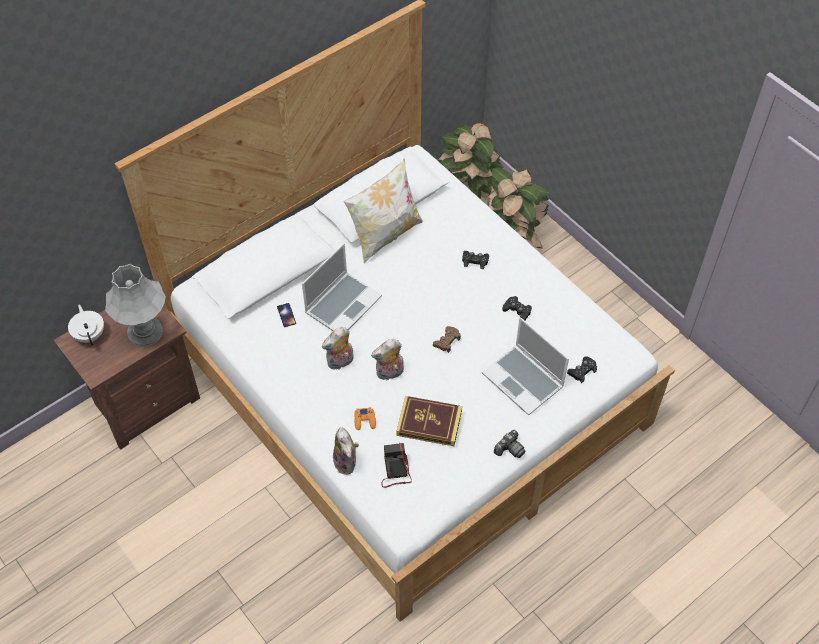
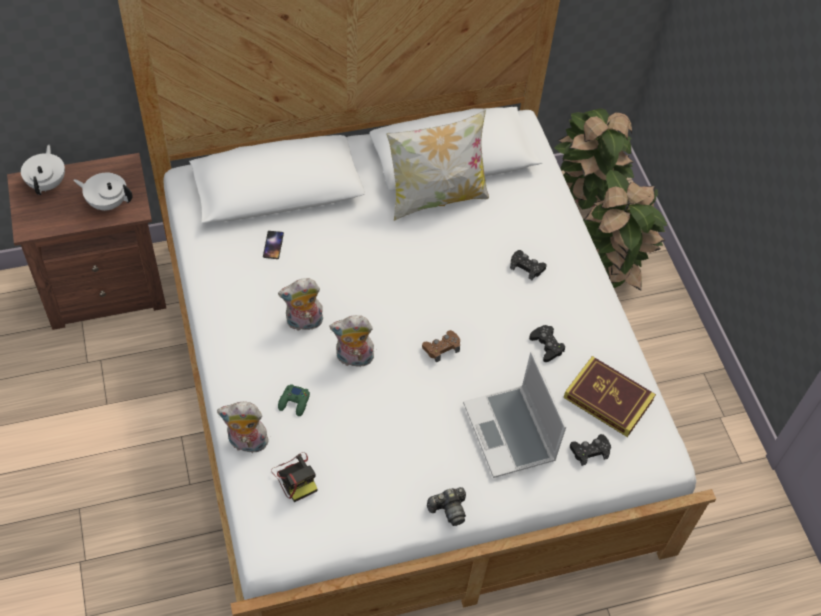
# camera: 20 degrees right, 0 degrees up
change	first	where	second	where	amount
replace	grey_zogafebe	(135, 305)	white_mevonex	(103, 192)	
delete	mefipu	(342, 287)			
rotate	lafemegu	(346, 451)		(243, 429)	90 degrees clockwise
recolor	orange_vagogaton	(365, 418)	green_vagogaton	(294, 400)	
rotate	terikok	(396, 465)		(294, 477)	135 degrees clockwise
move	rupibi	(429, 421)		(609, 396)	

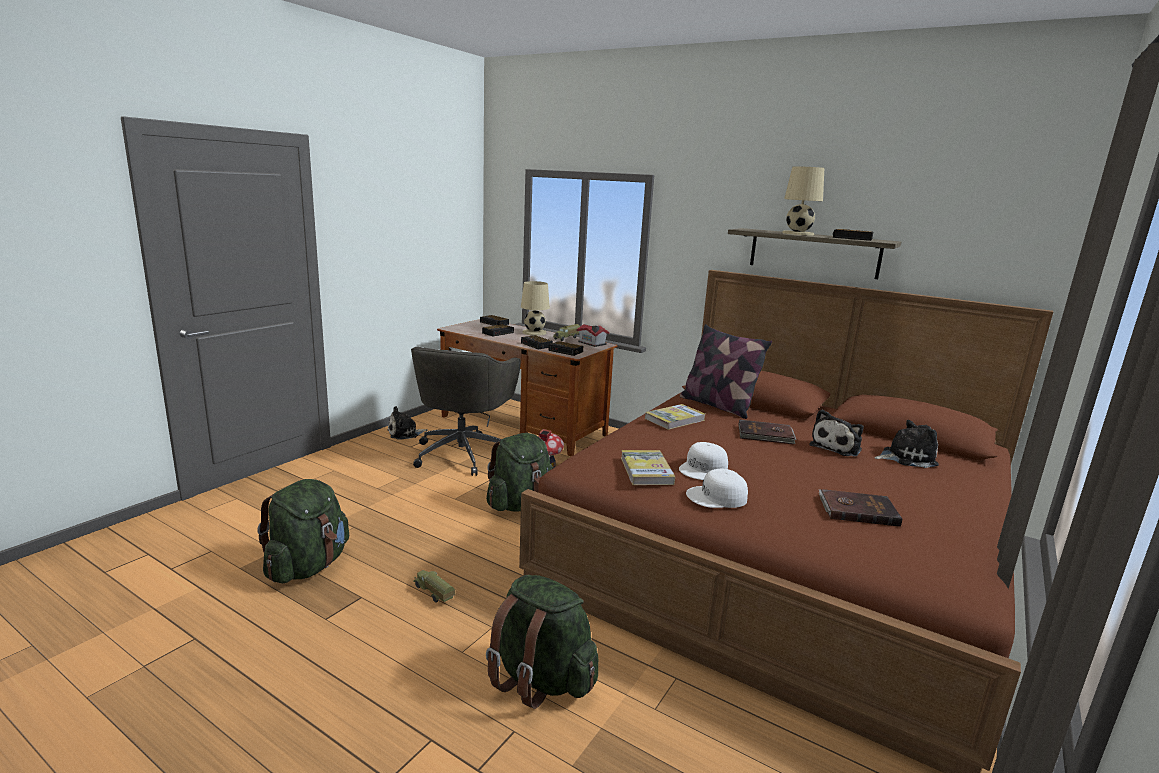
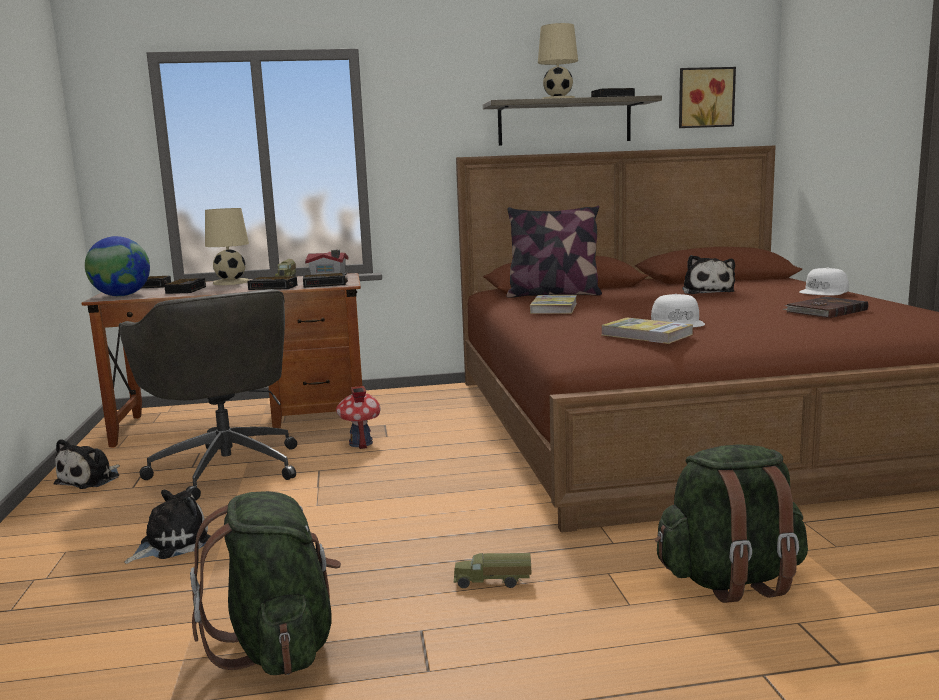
# camera: 40 degrees left, 5 degrees down
change	first	where	second	where	amount
delete	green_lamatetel	(520, 472)			
move	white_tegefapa	(717, 488)		(824, 281)	
delete	brown_rupibi	(767, 432)			
move	lafemegu	(906, 444)		(167, 527)	
insert			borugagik	(117, 266)	
insert			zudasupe	(707, 97)	

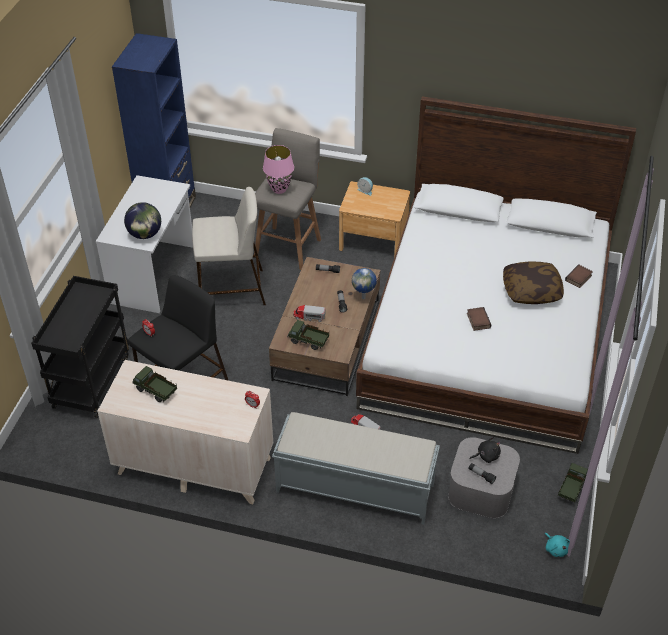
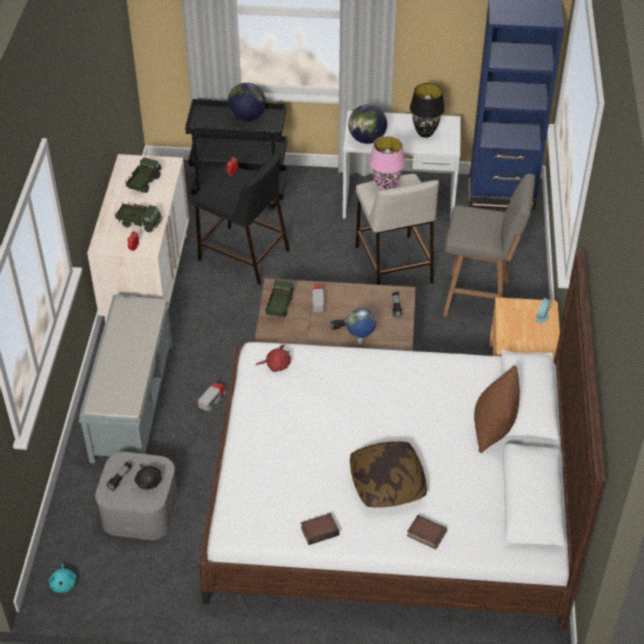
# camera: 80 degrees right, 0 degrees up
change	first	where	second	where	amount
move	pink_zogafebe	(278, 169)		(387, 163)	
move	rupibi	(479, 319)		(320, 529)	
rotate	turquoise_lafemegu	(557, 545)		(63, 578)	60 degrees counterclockwise
move	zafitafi	(573, 482)		(138, 217)	
insert			borugagik	(247, 102)	
insert			red_lafemegu	(273, 358)	
insert			black_zogafebe	(427, 110)	
insert			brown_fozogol	(497, 409)	

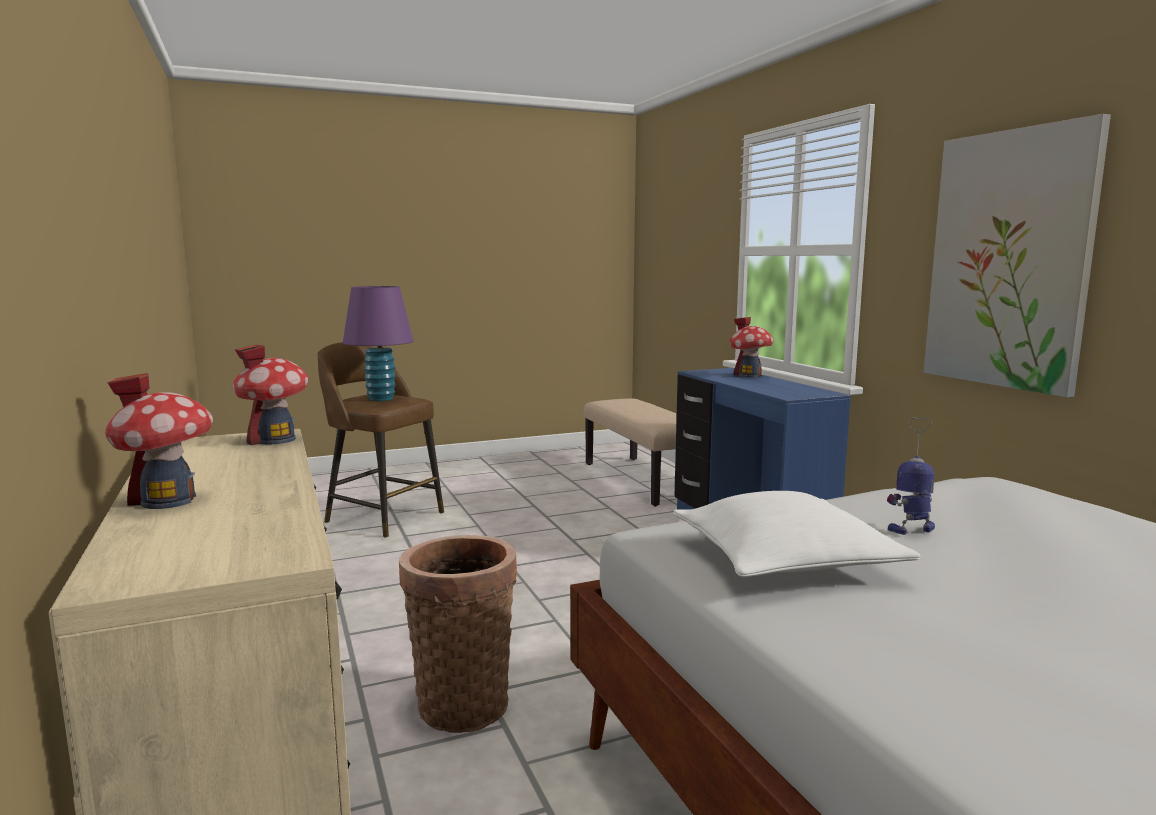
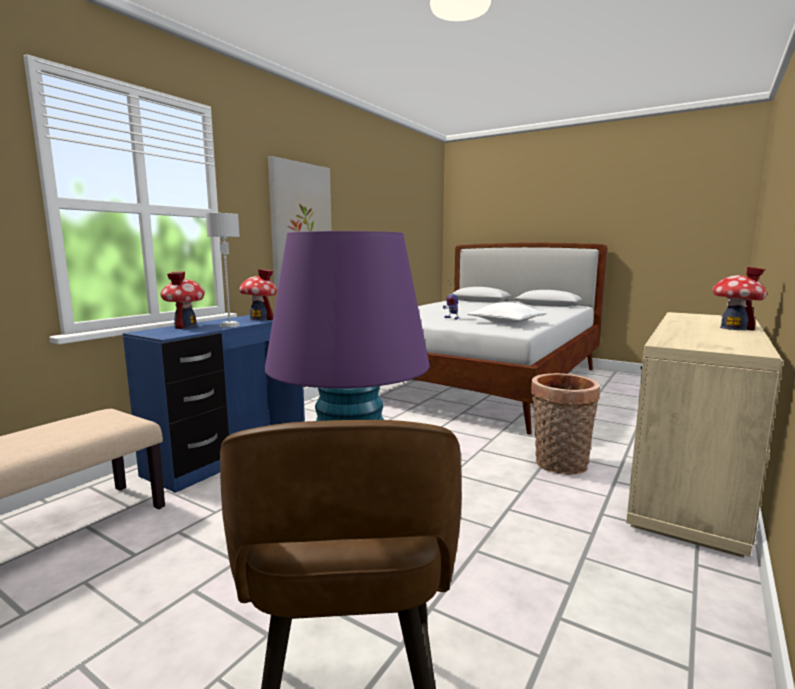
# camera: 125 degrees left, 0 degrees up
change	first	where	second	where	amount
move	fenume	(270, 394)		(258, 295)	
insert			grey_zogafebe	(222, 270)	

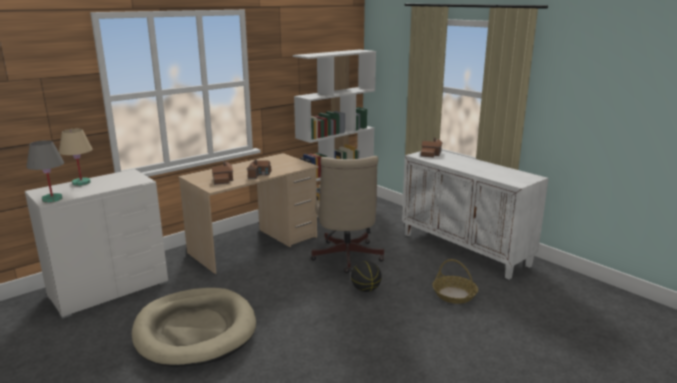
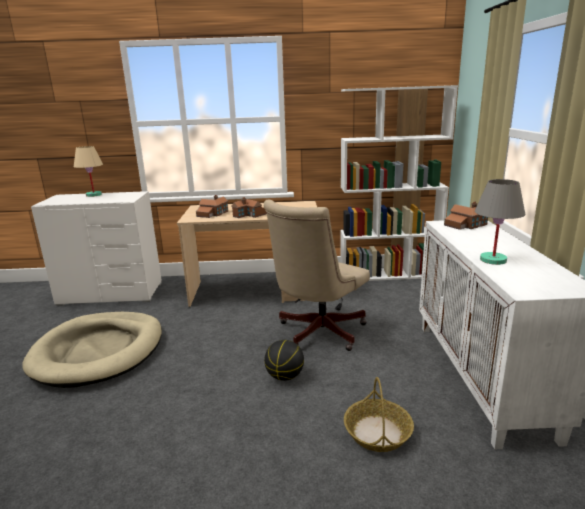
# camera: 40 degrees right, 0 degrees up
change	first	where	second	where	amount
move	grey_zogafebe	(45, 171)		(500, 222)	

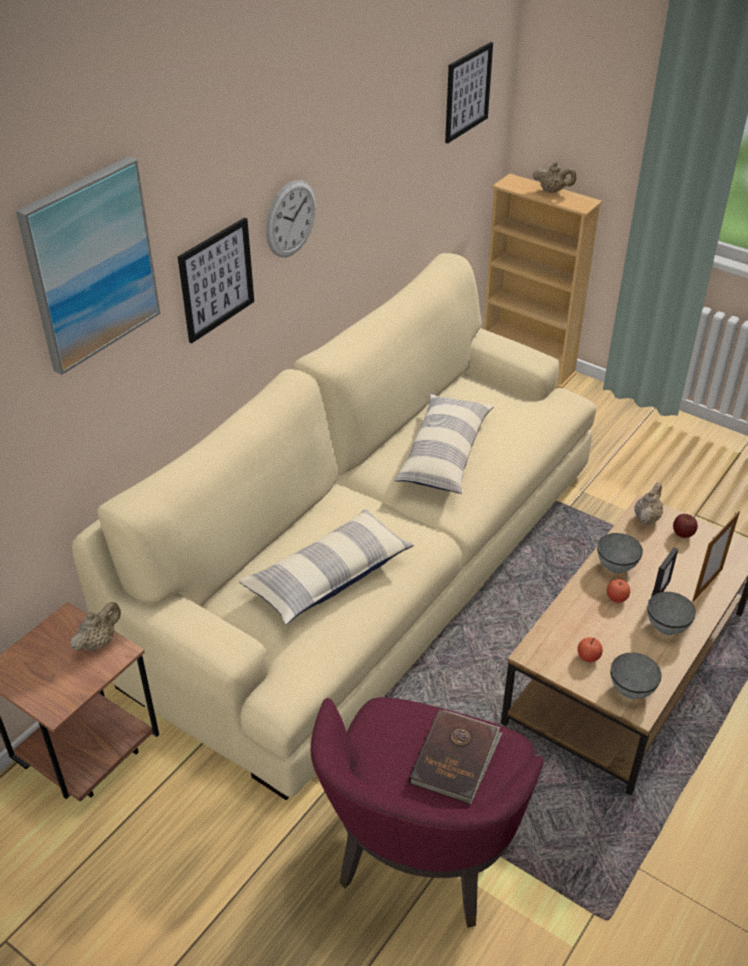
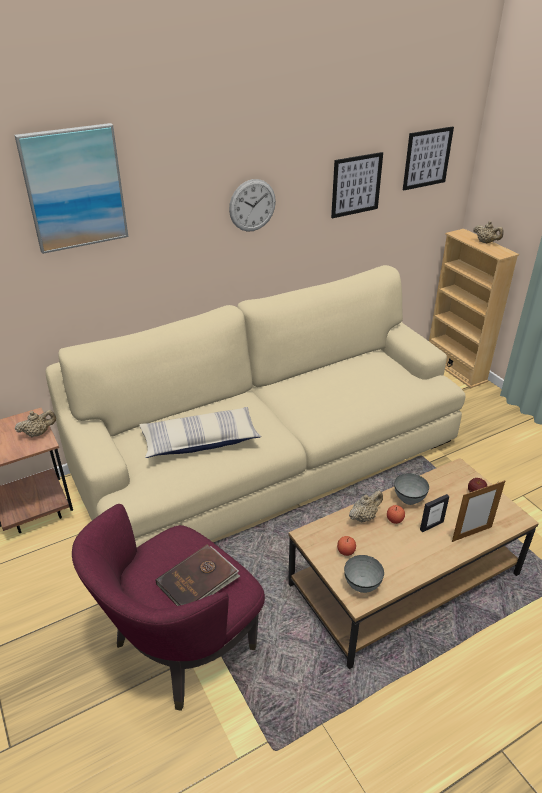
# camera: 25 degrees right, 5 degrees down
change	first	where	second	where	amount
move	zudasupe	(216, 280)		(357, 185)	
delete	fozogol	(444, 444)			
move	beige_mevonex	(649, 503)		(366, 507)	
delete	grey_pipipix	(671, 613)			

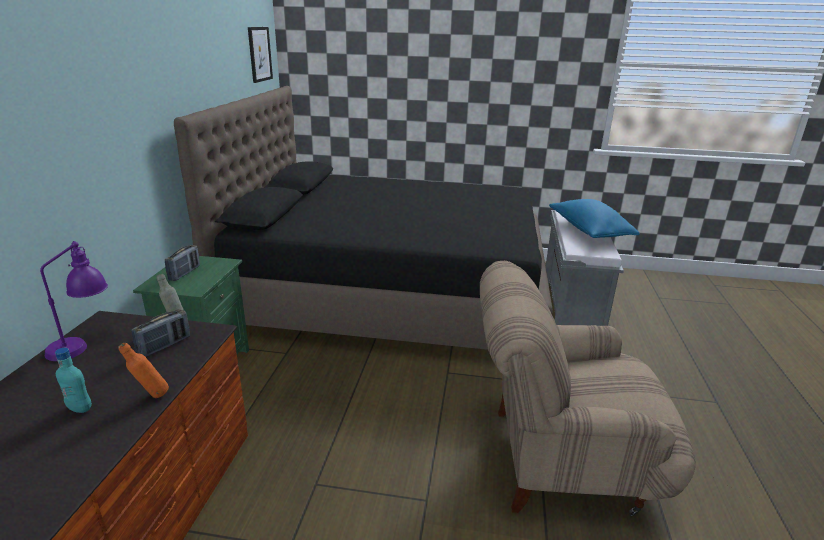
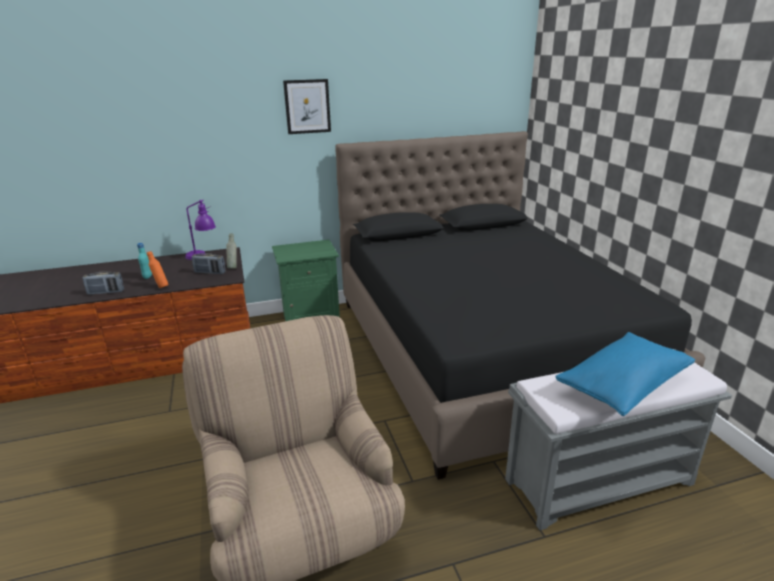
# camera: 65 degrees right, 0 degrees up
change	first	where	second	where	amount
move	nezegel	(182, 263)		(103, 283)	
move	zudasupe	(260, 55)		(307, 106)	

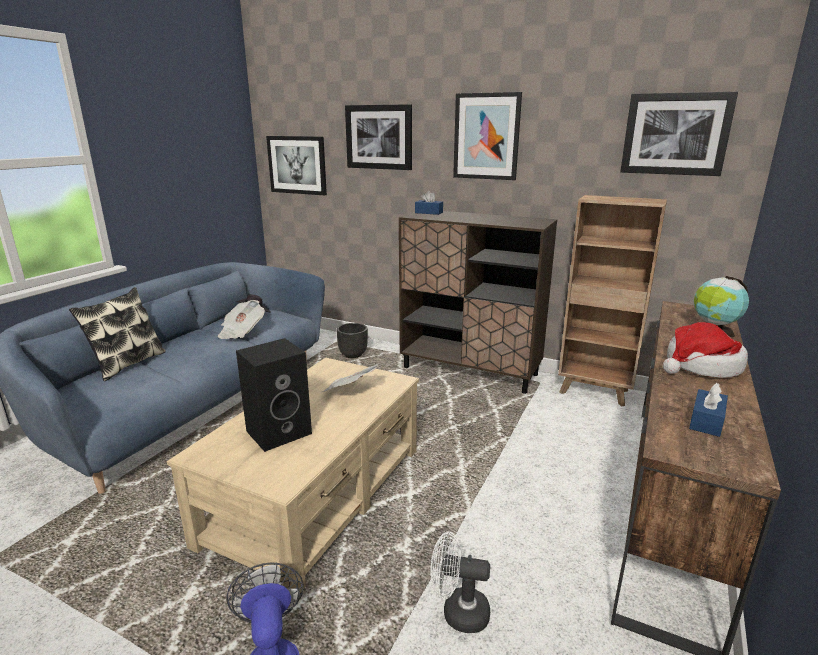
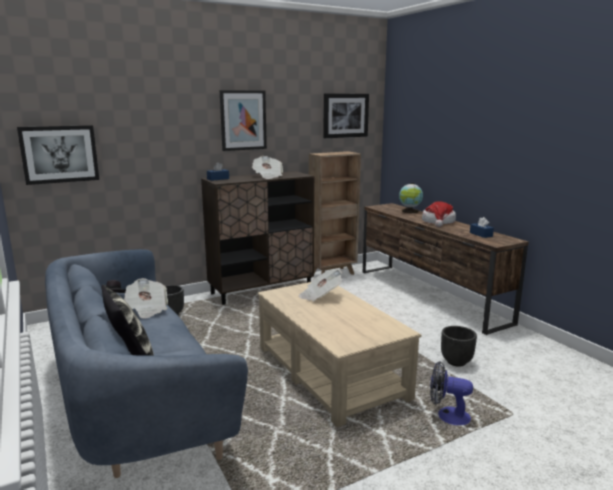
# camera: 55 degrees left, 5 degrees down
change	first	where	second	where	amount
delete	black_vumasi	(274, 395)			
delete	zudasupe	(378, 137)			
replace	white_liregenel	(460, 582)	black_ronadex	(459, 346)	
insert			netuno	(267, 167)	

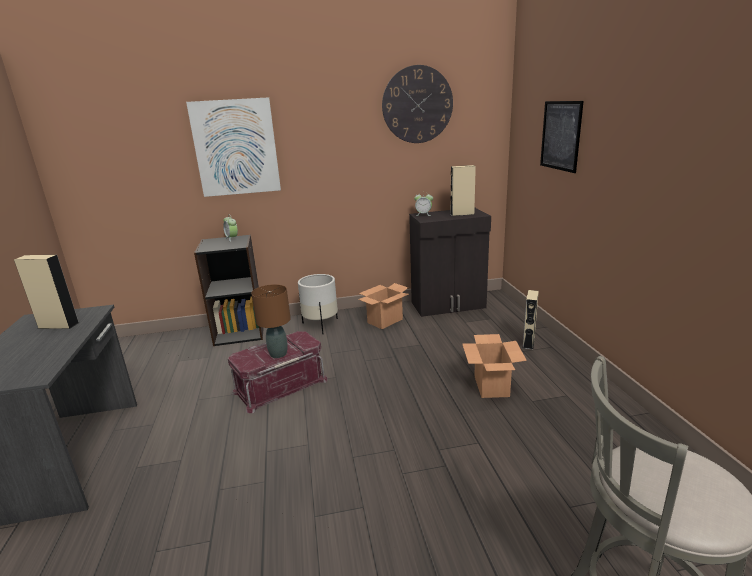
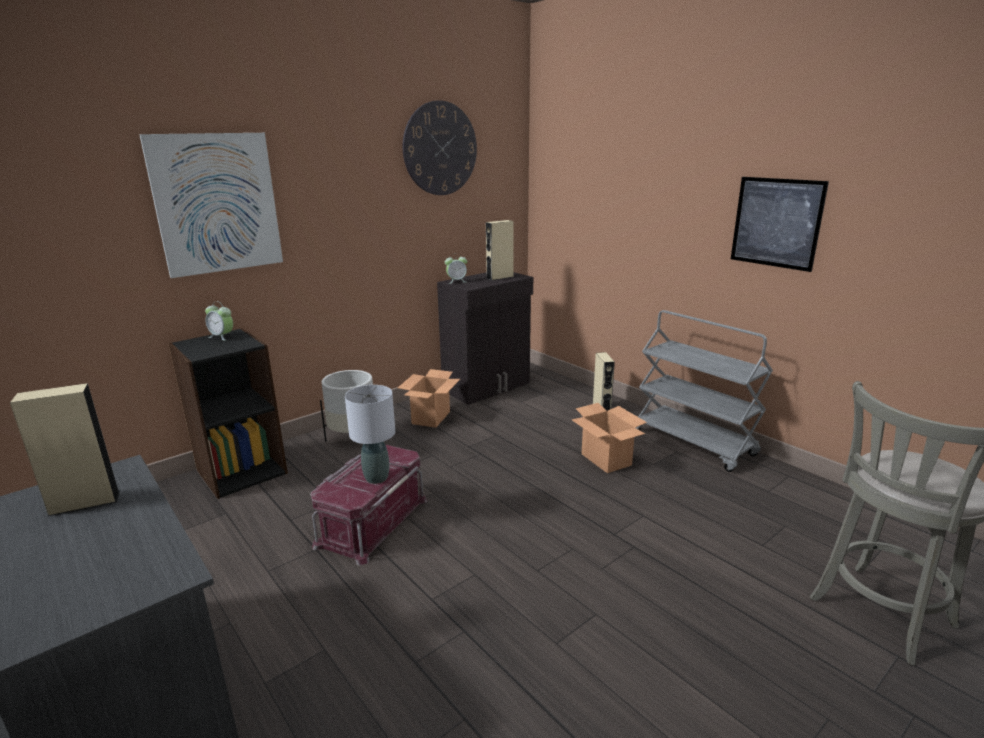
# camera: 30 degrees left, 0 degrees up
change	first	where	second	where	amount
recolor	brown_zogafebe	(271, 321)	grey_zogafebe	(370, 434)	
move	zudasupe	(562, 137)		(780, 224)	
insert			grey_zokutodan	(704, 391)	

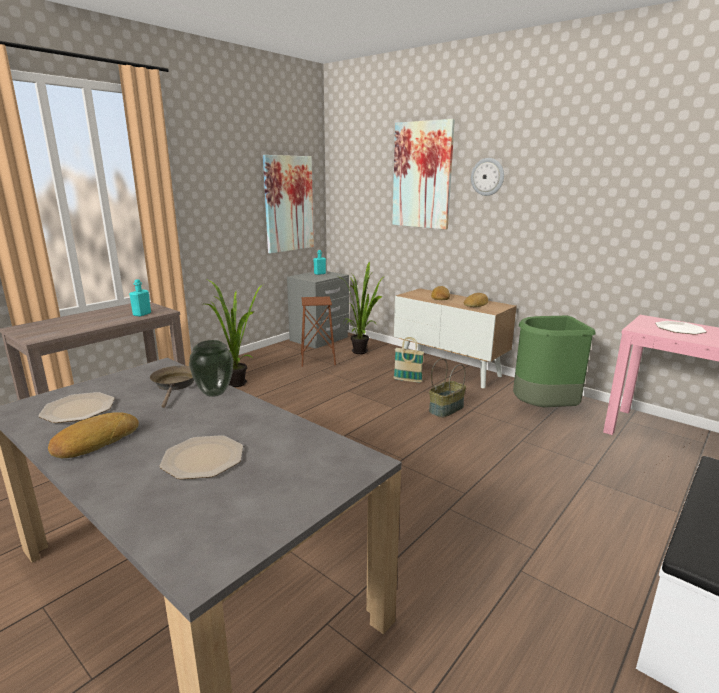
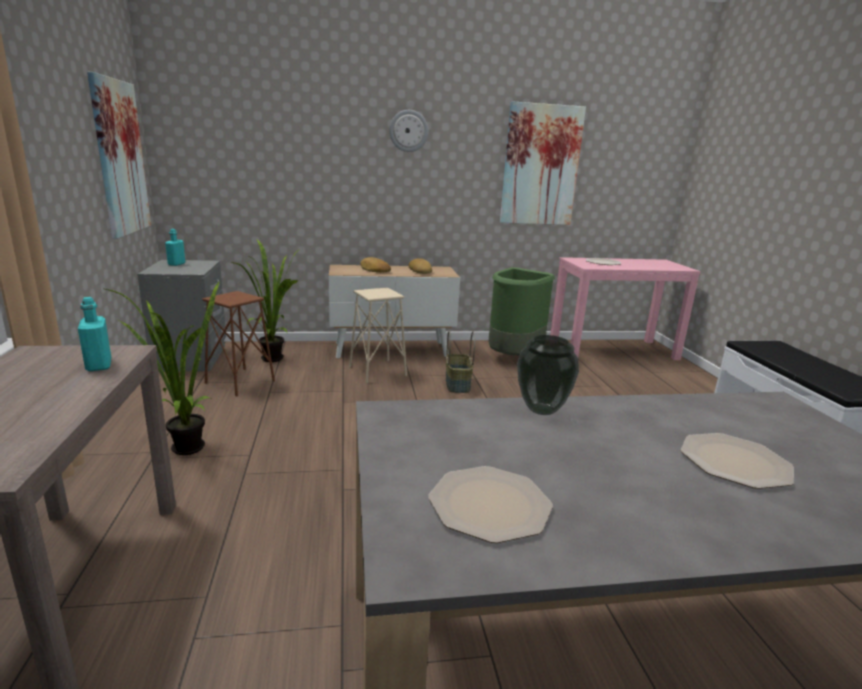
# camera: 50 degrees left, 0 degrees up
change	first	where	second	where	amount
delete	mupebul	(93, 435)			
delete	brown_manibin	(172, 387)			
move	zudasupe	(423, 174)		(543, 163)	
replace	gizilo	(408, 359)	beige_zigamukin	(378, 335)	

